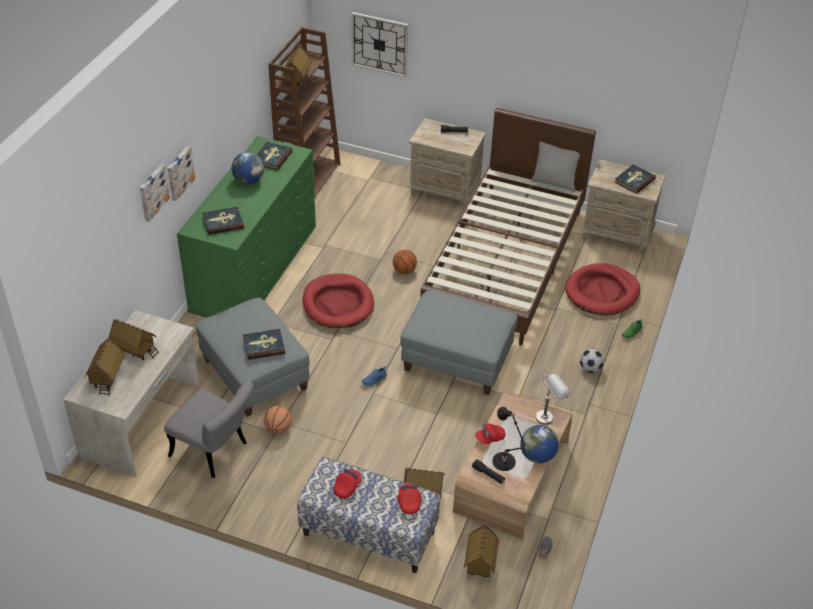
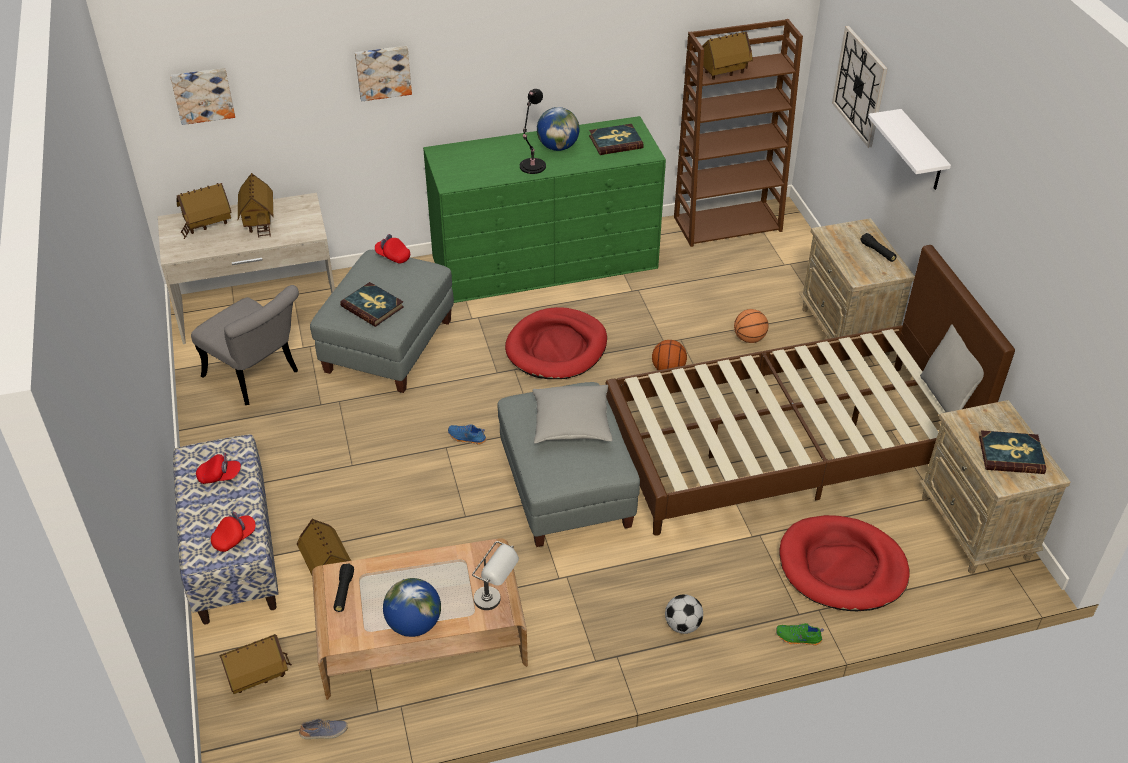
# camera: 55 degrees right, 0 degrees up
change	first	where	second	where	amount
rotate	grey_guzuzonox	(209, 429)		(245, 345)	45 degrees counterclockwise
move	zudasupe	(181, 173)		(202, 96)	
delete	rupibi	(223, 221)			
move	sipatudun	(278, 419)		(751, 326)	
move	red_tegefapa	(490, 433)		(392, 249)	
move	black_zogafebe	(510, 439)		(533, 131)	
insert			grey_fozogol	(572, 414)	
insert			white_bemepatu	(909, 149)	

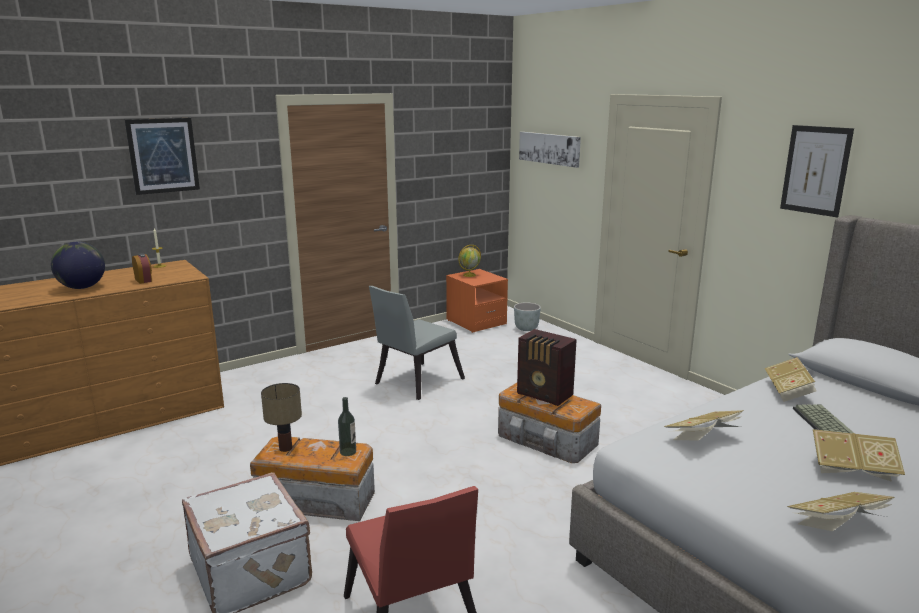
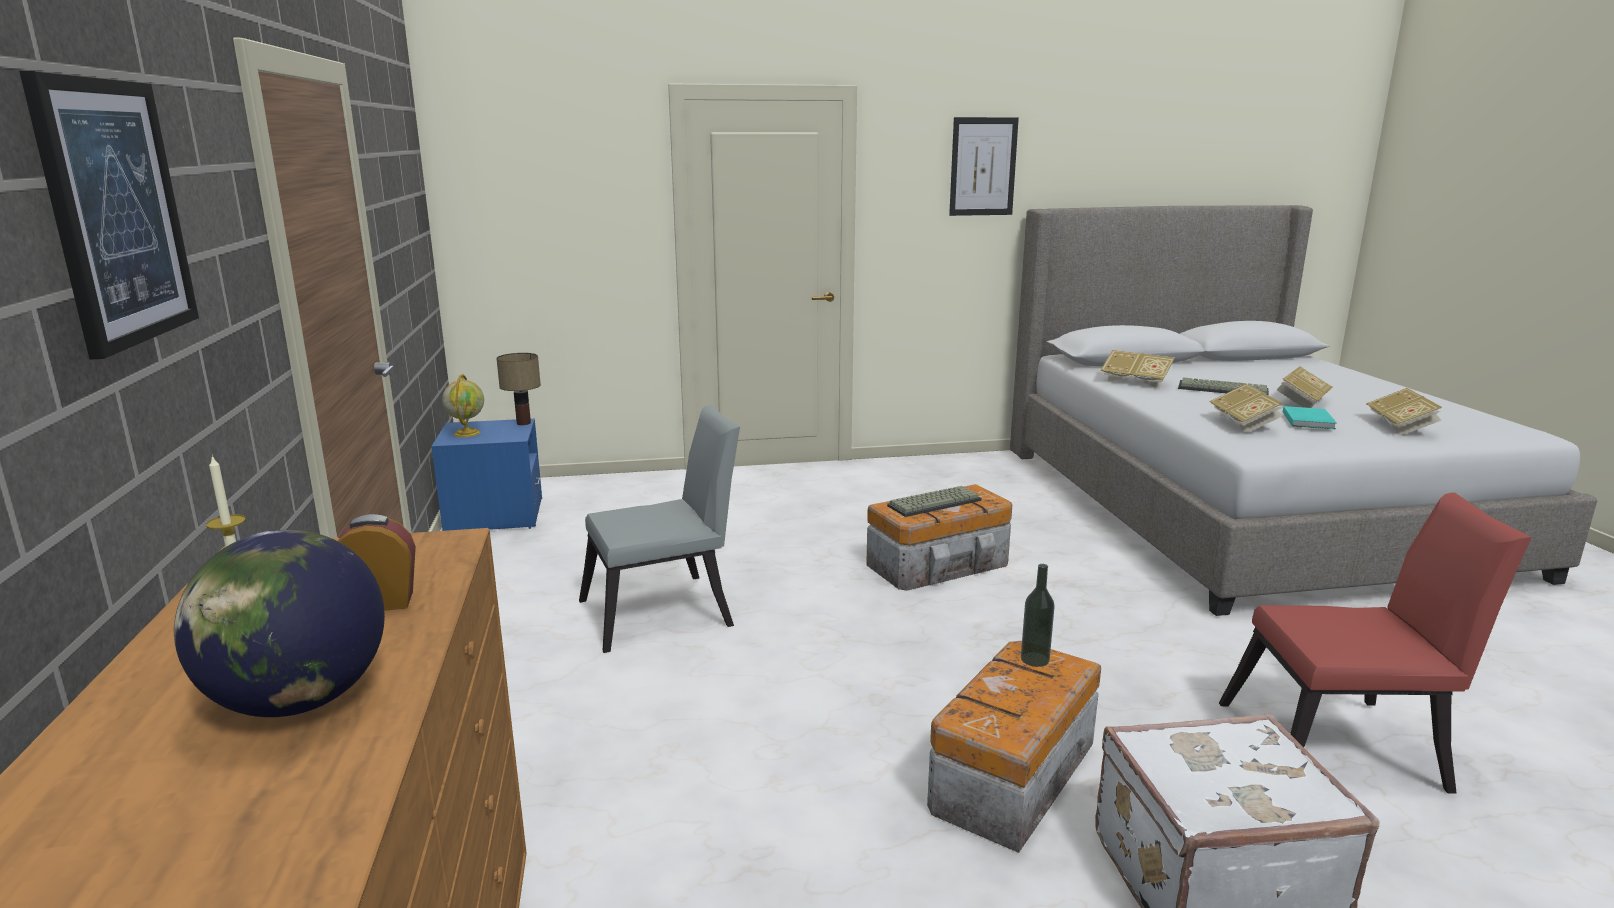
# camera: 65 degrees left, 0 degrees up
change	first	where	second	where	amount
move	zogafebe	(281, 417)		(518, 389)	
rotate	grey_guzuzonox	(417, 343)		(659, 528)	90 degrees counterclockwise
recolor	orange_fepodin	(477, 301)	blue_fepodin	(486, 475)	
delete	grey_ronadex	(527, 317)			
replace	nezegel	(547, 367)	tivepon	(934, 501)	
delete	zudasupe	(550, 150)			
insert			turquoise_rupibi	(1310, 417)	

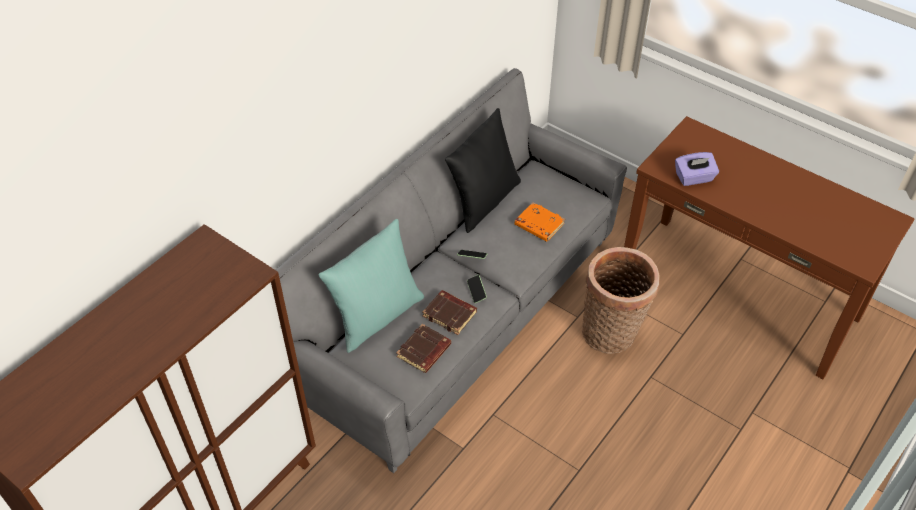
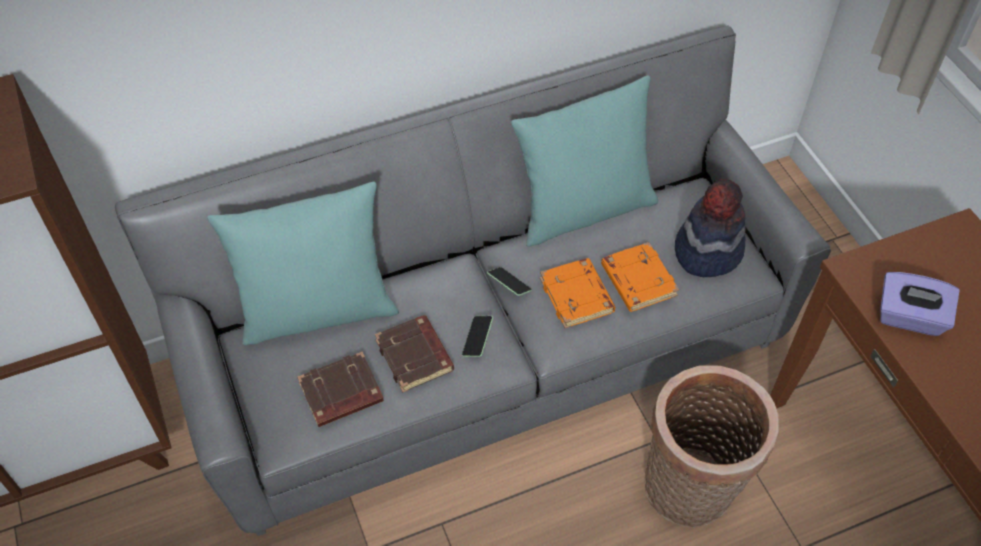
# camera: 30 degrees right, 5 degrees up
change	first	where	second	where	amount
recolor	black_fozogol	(483, 170)	turquoise_fozogol	(584, 161)	
insert			orange_rupibi	(577, 293)	
insert			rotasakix	(710, 228)	

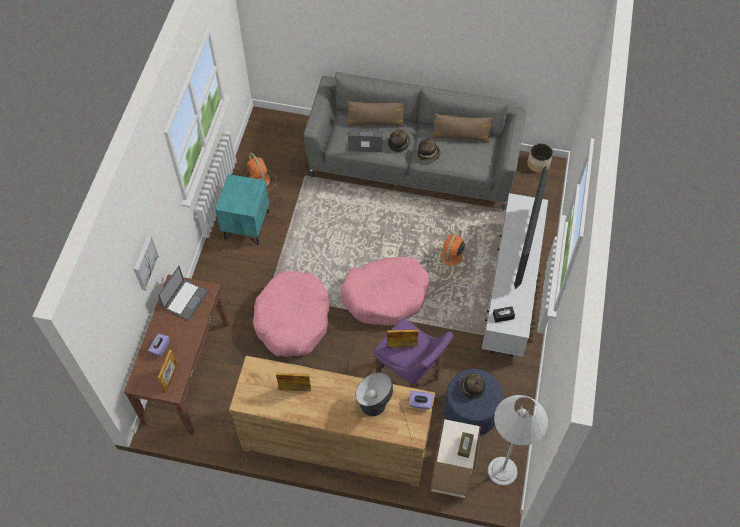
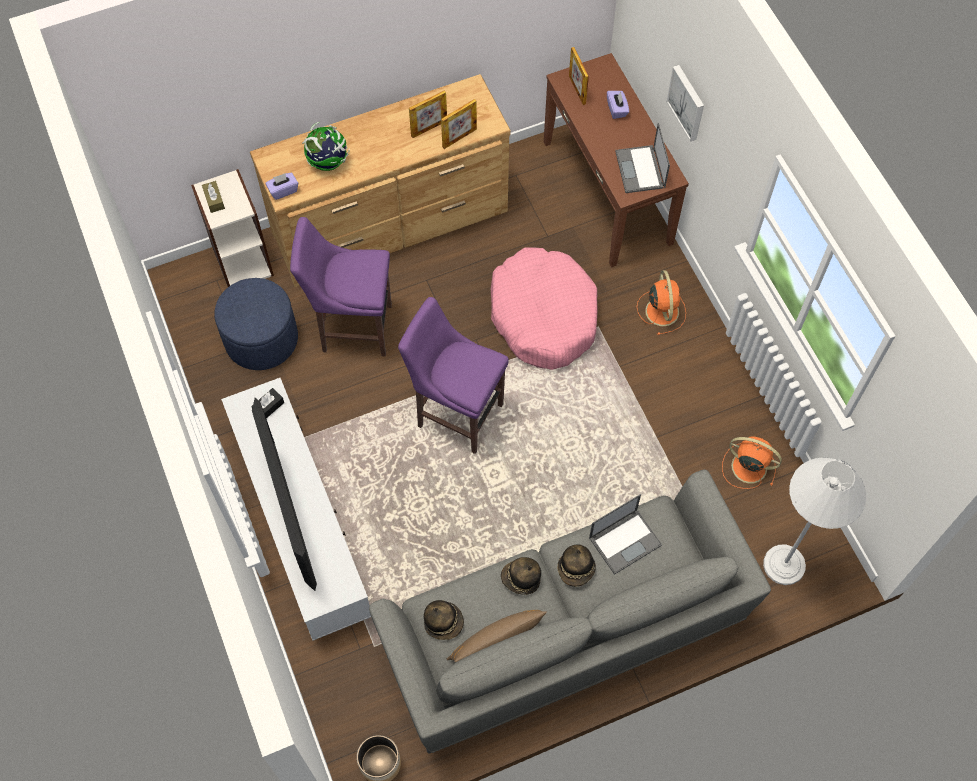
# camera: 145 degrees right, 5 degrees up
change	first	where	second	where	amount
delete	turquoise_fepodin	(242, 209)			
replace	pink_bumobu	(385, 291)	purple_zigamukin	(453, 375)	
delete	brown_fozogol	(376, 114)			
replace	zogafebe	(384, 408)	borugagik	(326, 146)	
move	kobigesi	(402, 339)		(459, 124)	
move	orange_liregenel	(452, 250)		(661, 302)	
move	rotasakix	(472, 386)		(444, 620)	
move	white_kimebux	(518, 440)		(814, 521)	

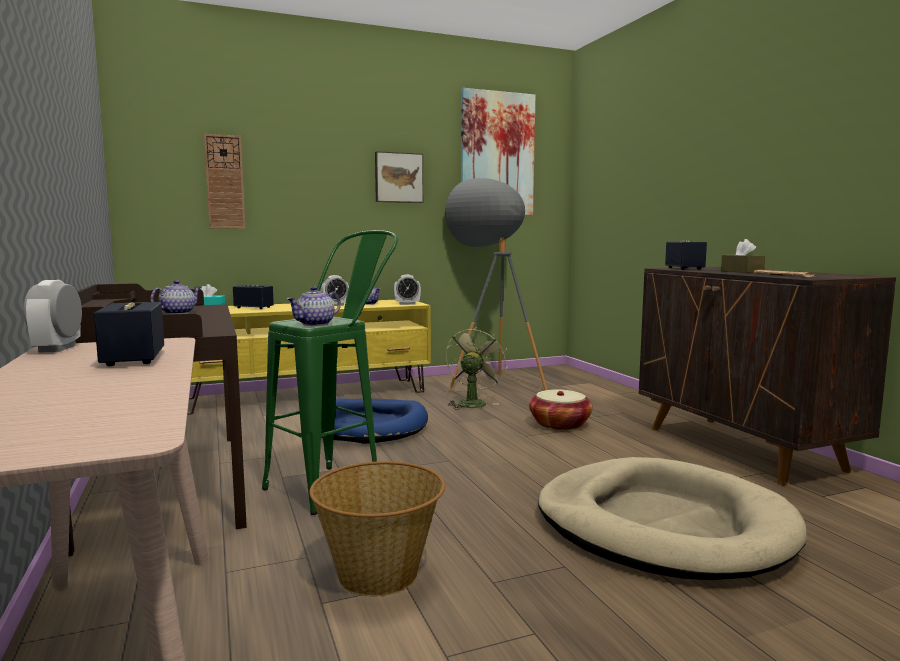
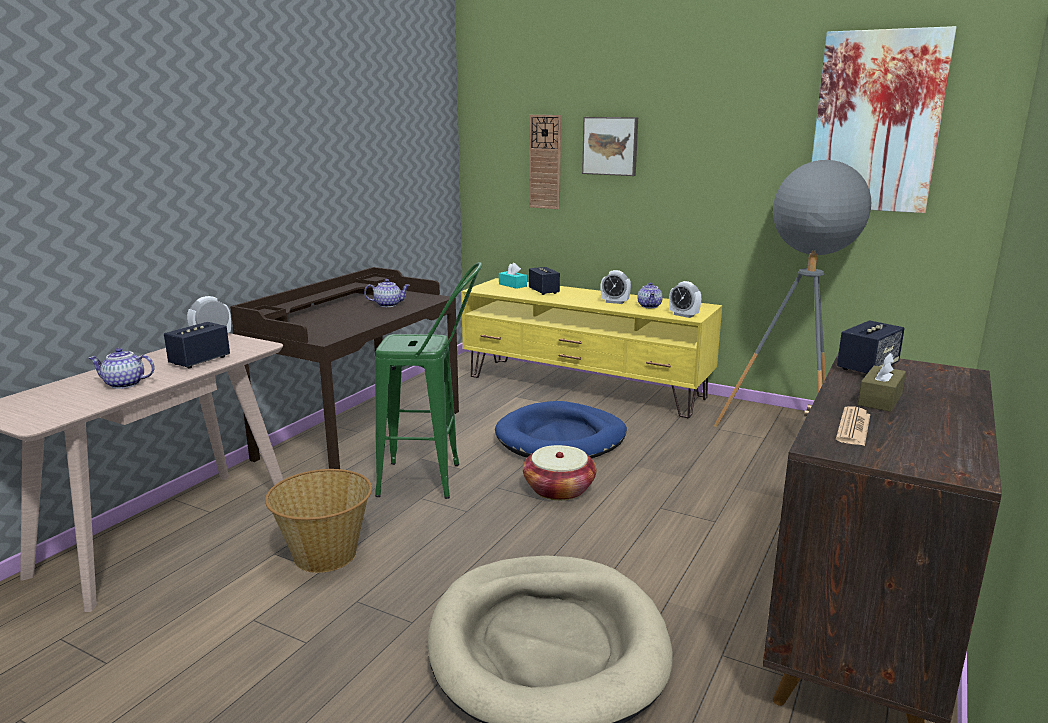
# camera: 50 degrees right, 10 degrees up
change	first	where	second	where	amount
move	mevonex	(314, 306)		(122, 368)	
move	zudasupe	(399, 177)		(610, 146)	
delete	green_liregenel	(477, 368)			
move	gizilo	(561, 410)		(560, 473)	

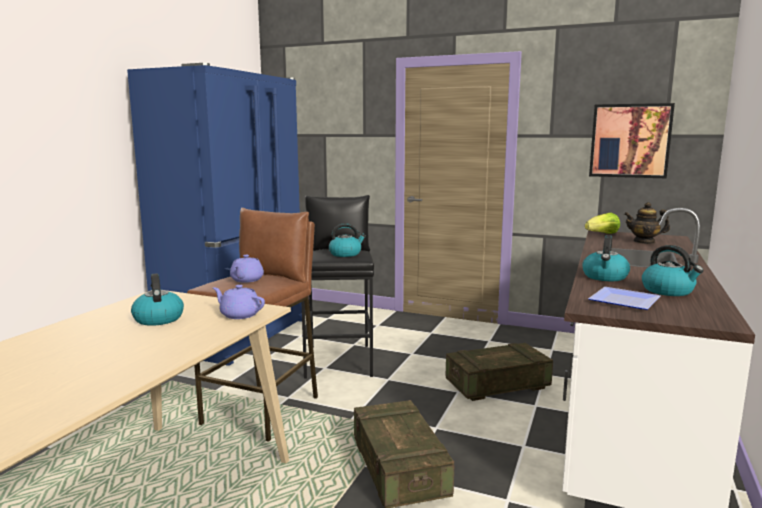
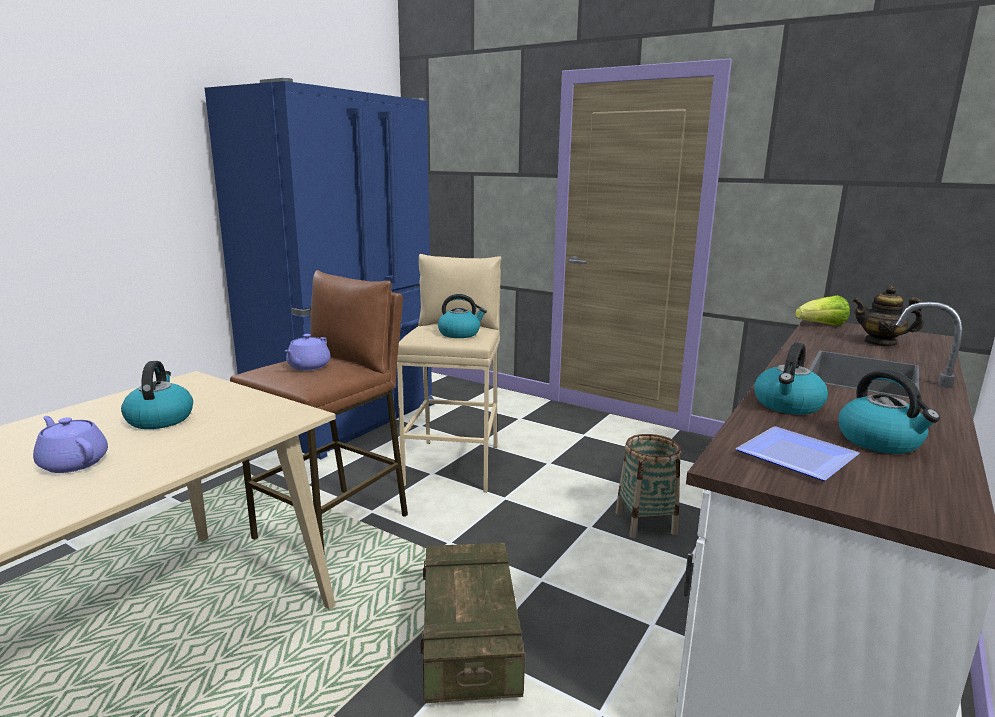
# camera: 10 degrees right, 5 degrees up
change	first	where	second	where	amount
move	purple_mevonex	(239, 302)		(70, 444)	
recolor	black_zigamukin	(338, 287)	beige_zigamukin	(449, 373)	
replace	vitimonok	(499, 372)	gizilo	(648, 486)	
delete	zudasupe	(632, 140)			

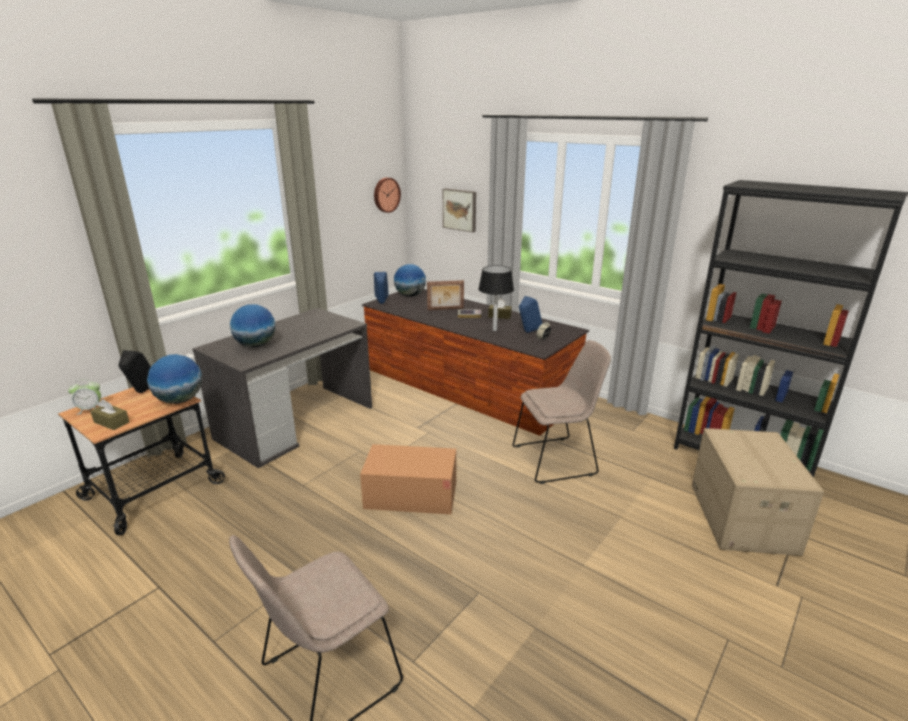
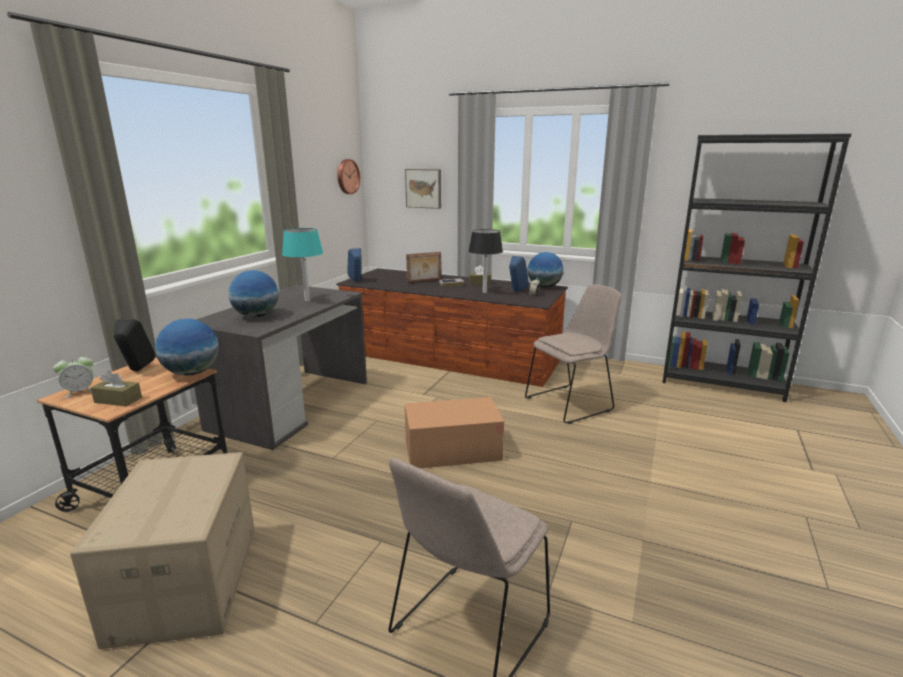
# camera: 15 degrees left, 5 degrees down
change	first	where	second	where	amount
move	borugagik	(410, 280)		(546, 270)	
move	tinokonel	(758, 492)		(162, 550)	
insert			turquoise_zogafebe	(302, 265)	

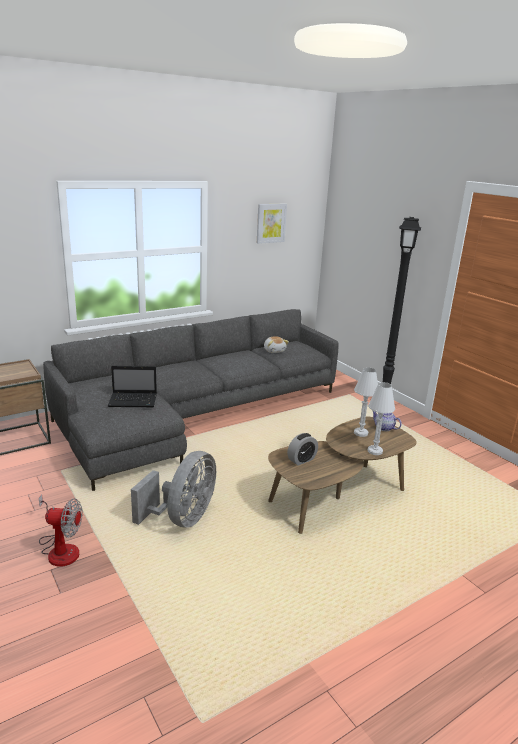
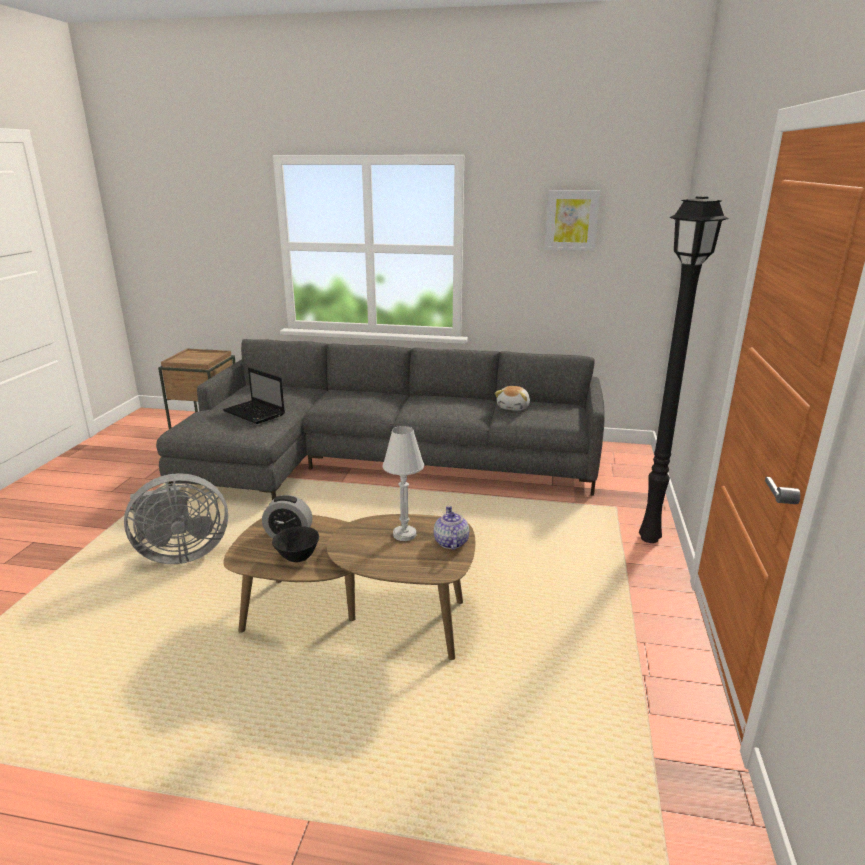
# camera: 45 degrees right, 0 degrees up
change	first	where	second	where	amount
delete	liregenel	(61, 530)			
delete	white_zogafebe	(381, 418)			
insert			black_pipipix	(295, 544)	

